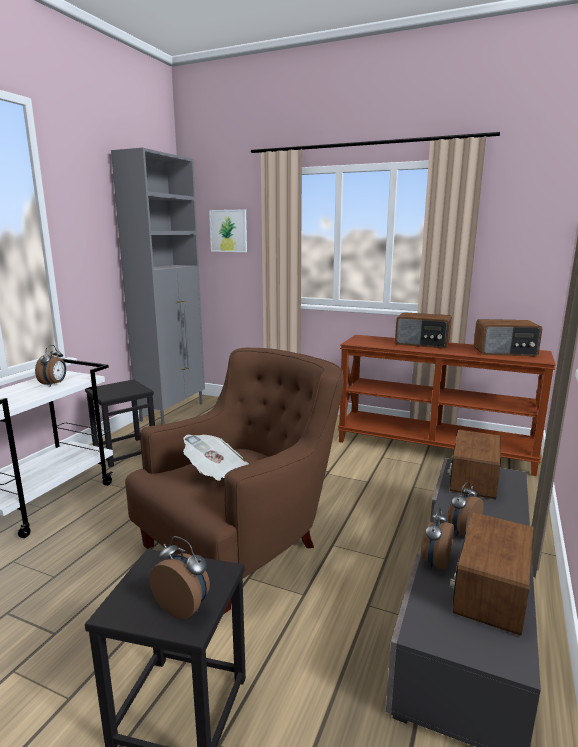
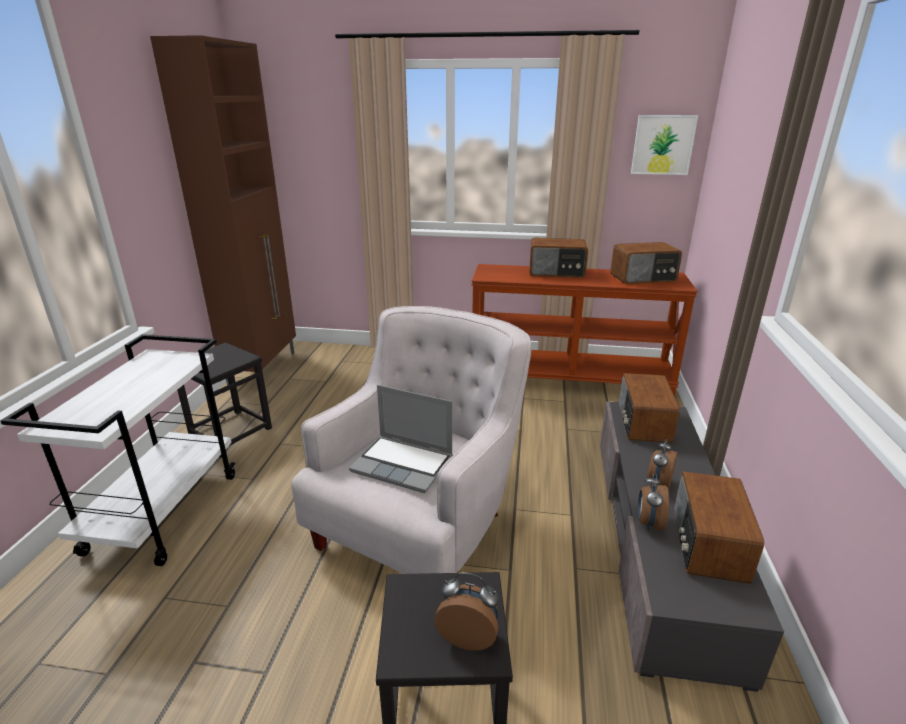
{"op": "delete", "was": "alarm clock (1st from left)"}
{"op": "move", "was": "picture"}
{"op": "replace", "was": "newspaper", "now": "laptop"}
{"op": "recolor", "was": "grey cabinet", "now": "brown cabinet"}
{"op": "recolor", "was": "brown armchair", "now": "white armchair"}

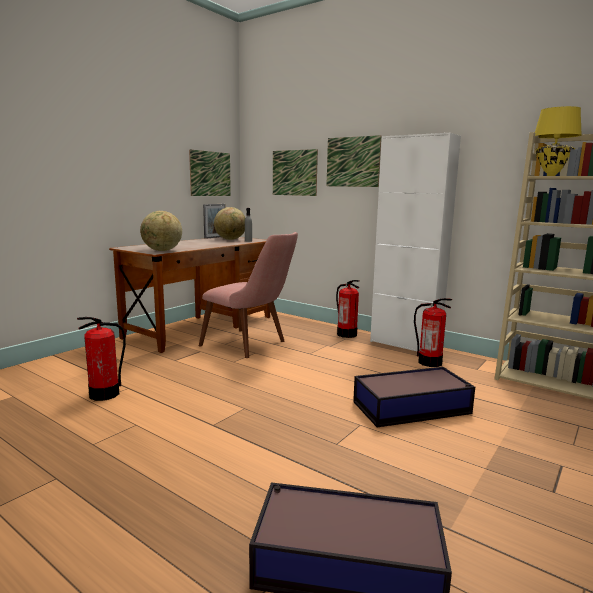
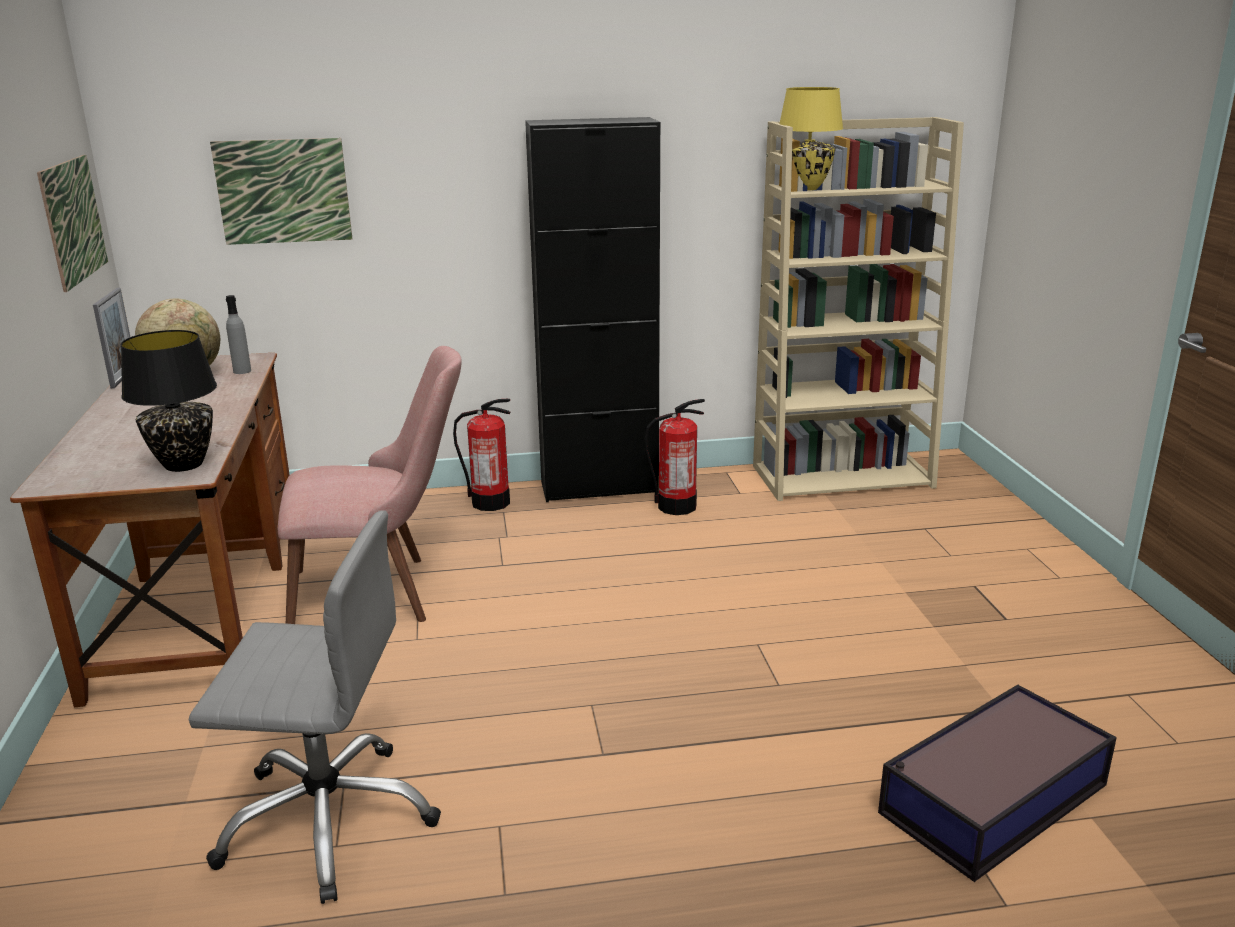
{"op": "delete", "was": "picture (3rd from left)"}
{"op": "delete", "was": "storage box (2nd from left)"}
{"op": "replace", "was": "fire extinguisher (1st from left)", "now": "grey office chair"}
{"op": "replace", "was": "globe (1st from left)", "now": "black table lamp"}
{"op": "recolor", "was": "white cabinet", "now": "black cabinet"}

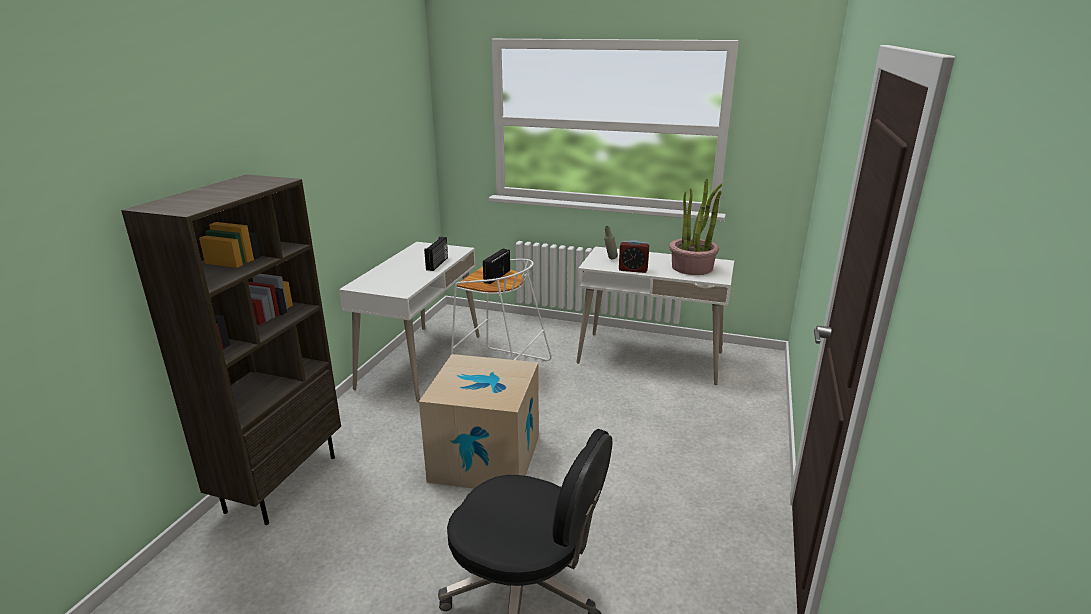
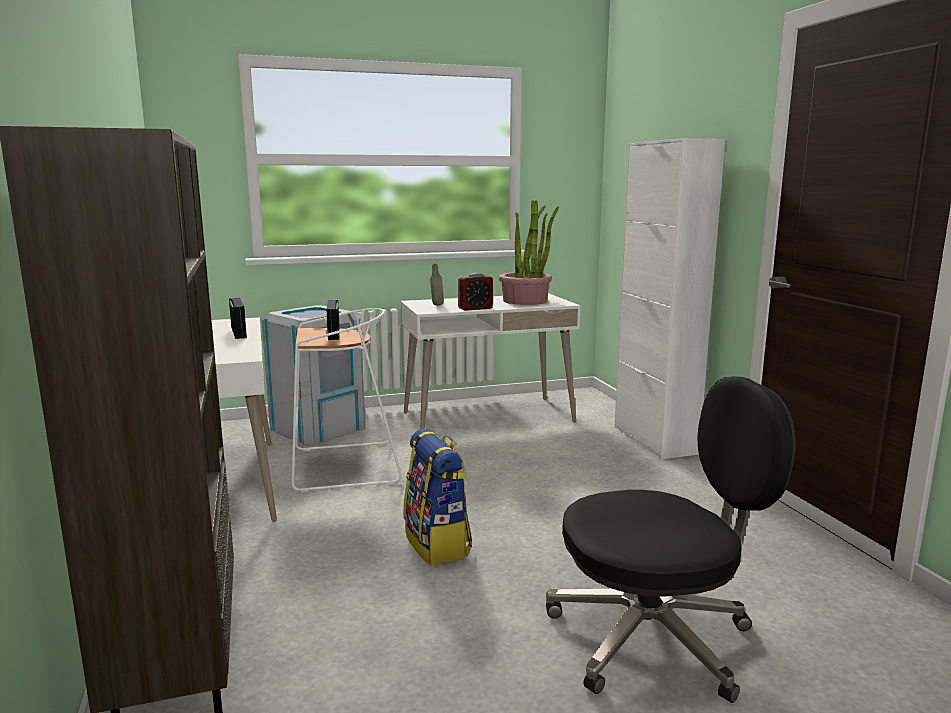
{"op": "insert", "now": "grey trash can"}
{"op": "insert", "now": "white cabinet"}
{"op": "replace", "was": "cardboard box", "now": "backpack"}

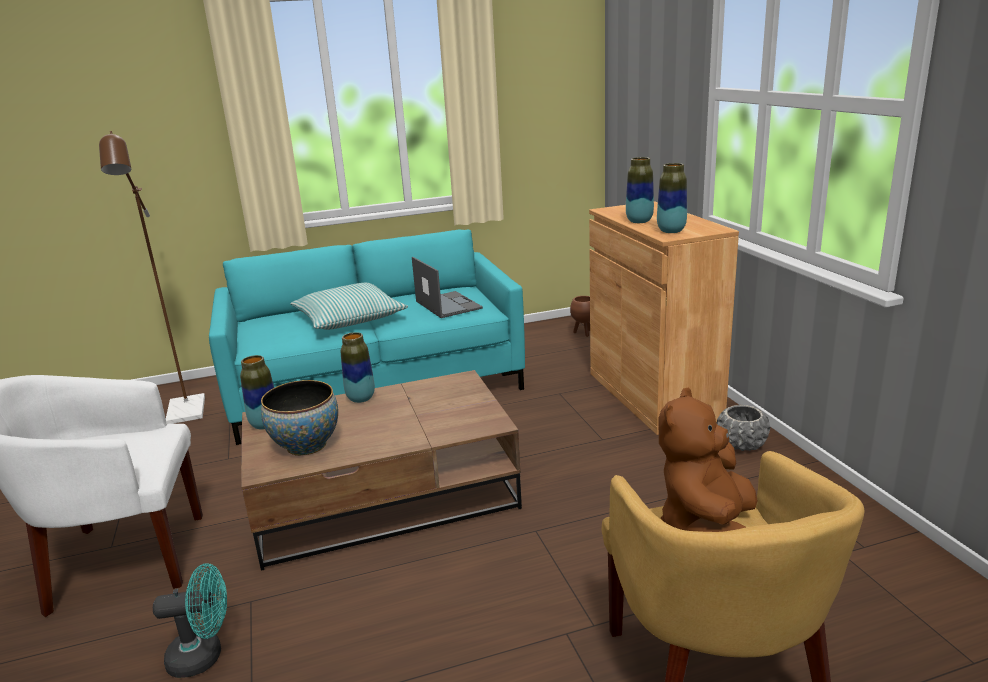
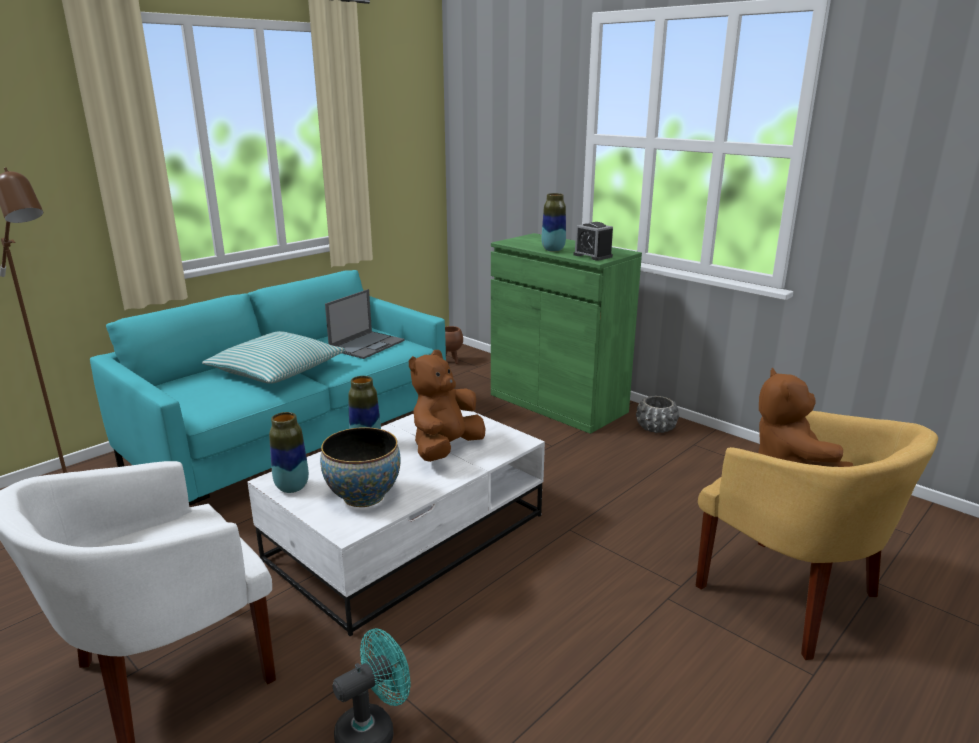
{"op": "insert", "now": "brown plush toy (1st from left)"}
{"op": "replace", "was": "vase (4th from left)", "now": "alarm clock"}
{"op": "recolor", "was": "brown coffee table", "now": "white coffee table"}
{"op": "recolor", "was": "brown cabinet", "now": "green cabinet"}
{"op": "rotate", "was": "laptop", "clockwise": 90}

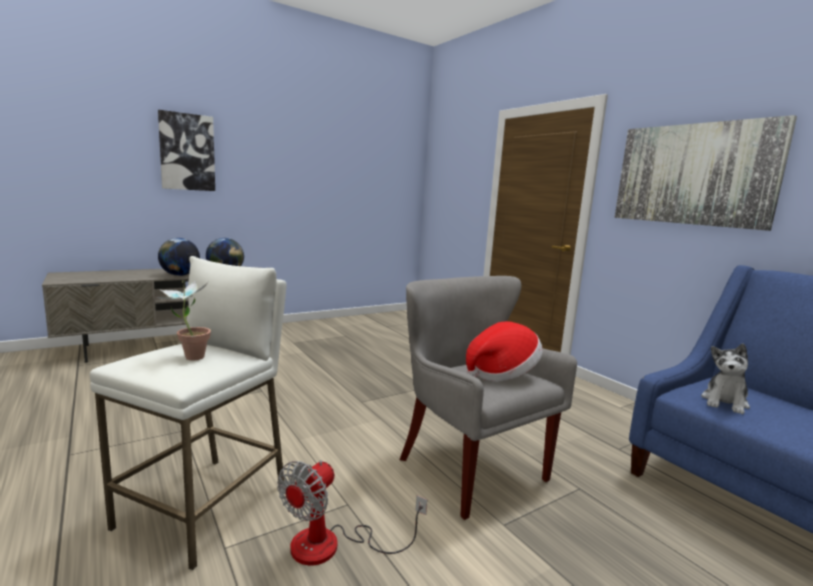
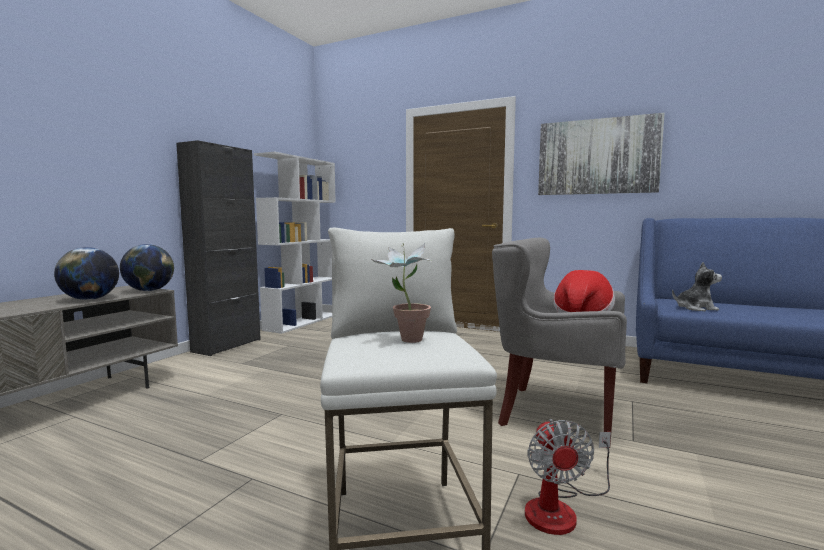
{"op": "delete", "was": "picture (1st from left)"}
{"op": "insert", "now": "black cabinet"}
{"op": "insert", "now": "white bookcase"}
{"op": "rotate", "was": "plush toy", "clockwise": -90}

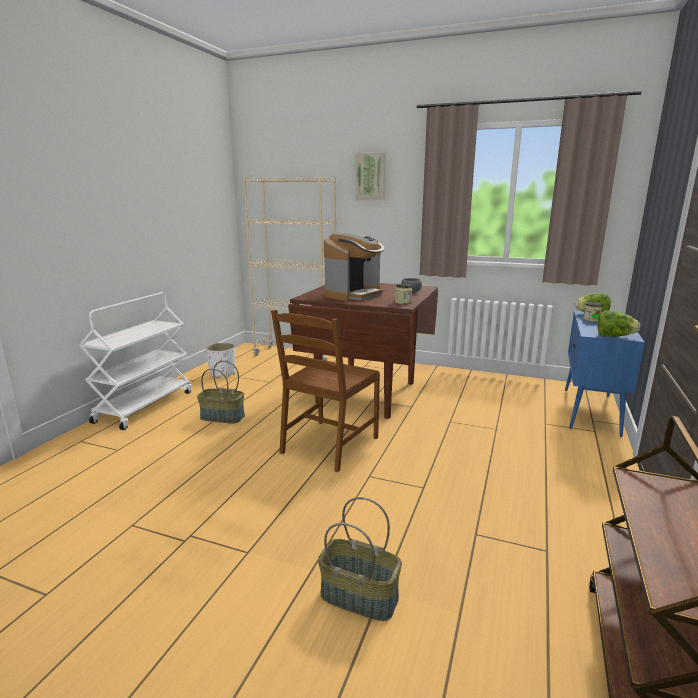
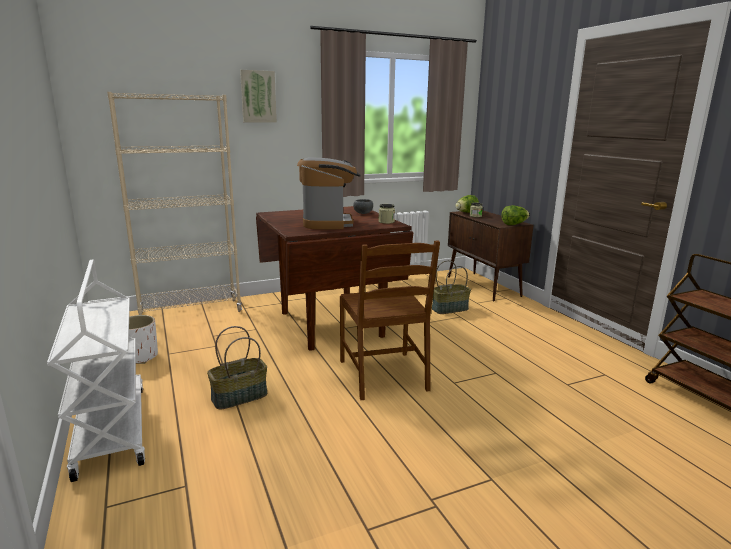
{"op": "move", "was": "basket (2nd from left)"}
{"op": "recolor", "was": "blue cabinet", "now": "brown cabinet"}

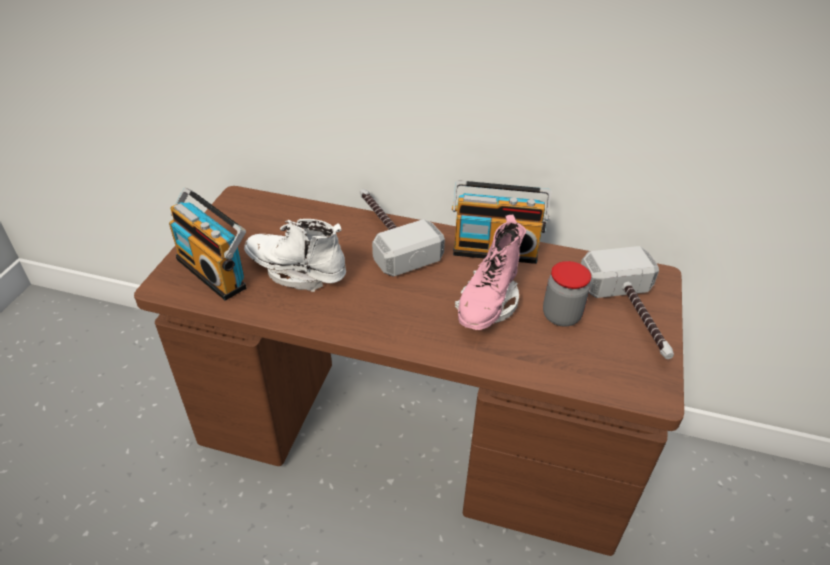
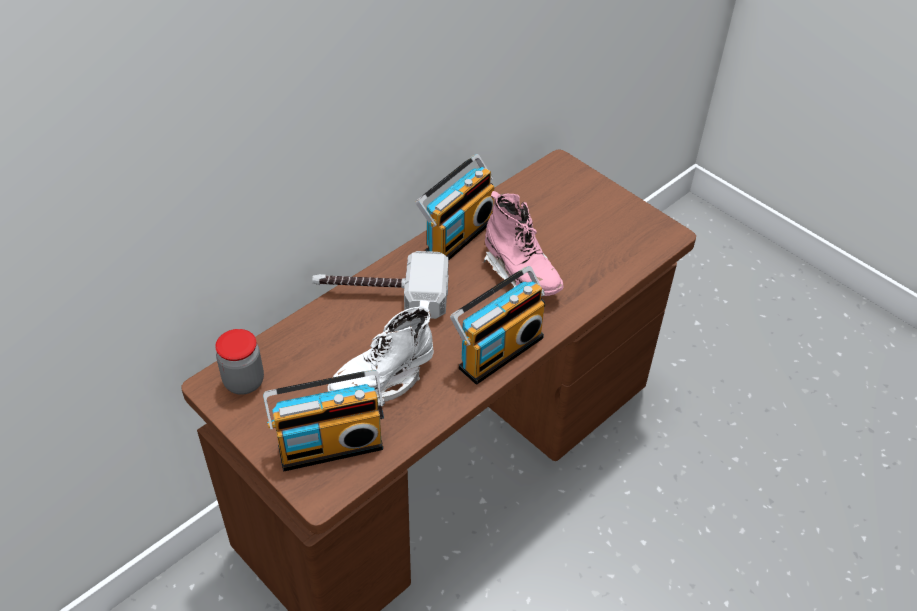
{"op": "delete", "was": "hammer (2nd from left)"}
{"op": "insert", "now": "radio (3rd from left)"}
{"op": "move", "was": "jar"}

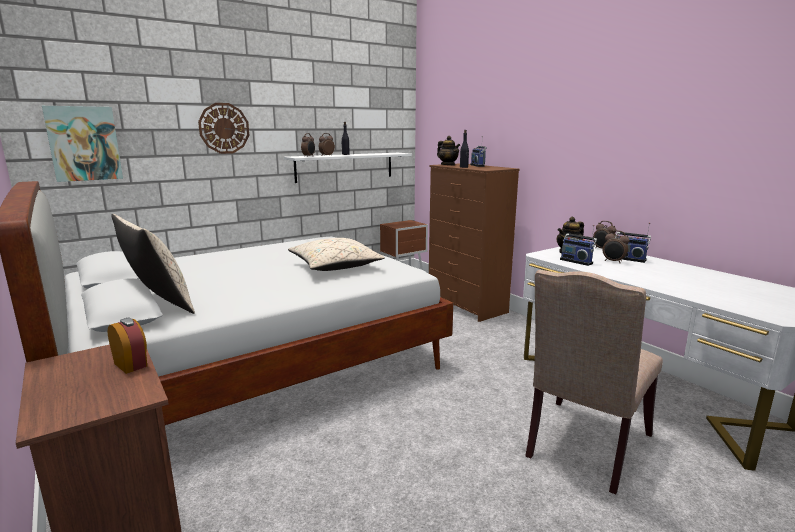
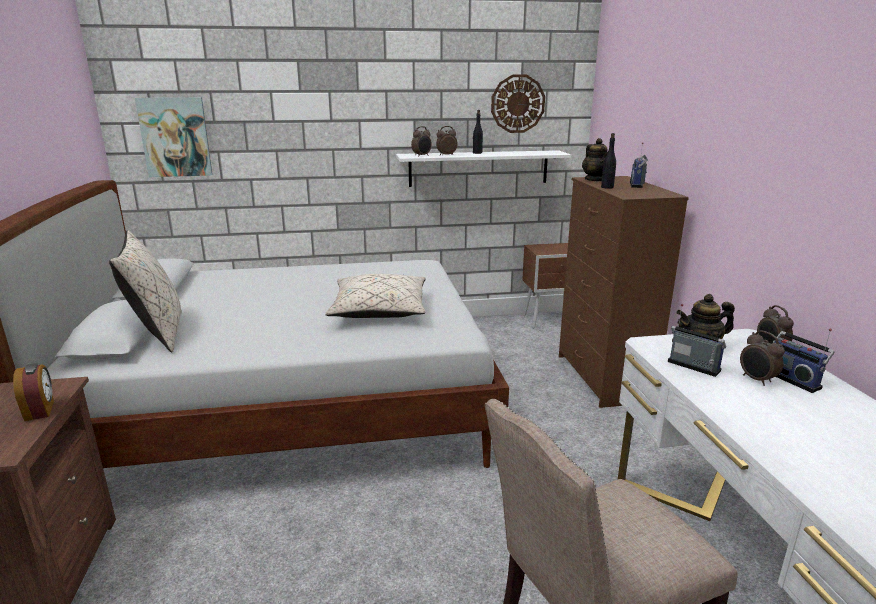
{"op": "move", "was": "wall clock"}
{"op": "rotate", "was": "radio (2nd from left)", "clockwise": 150}

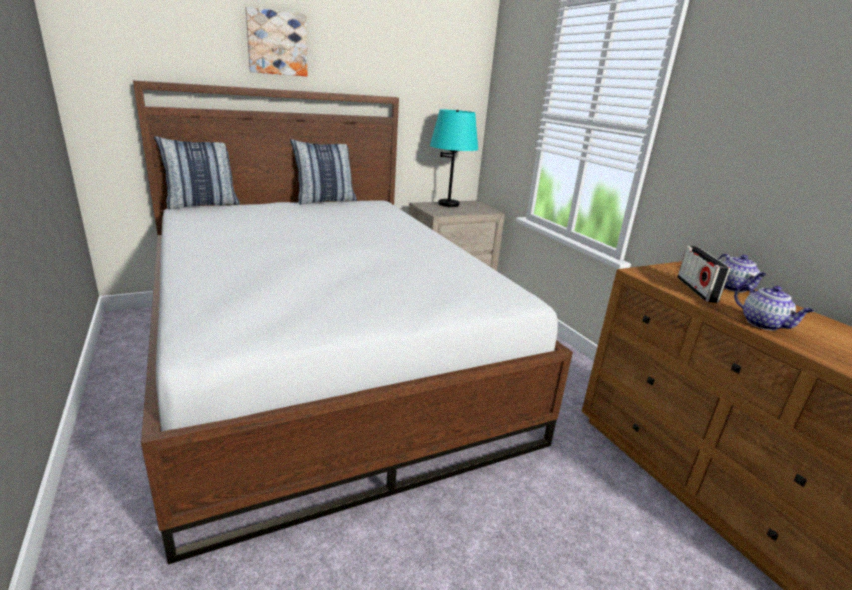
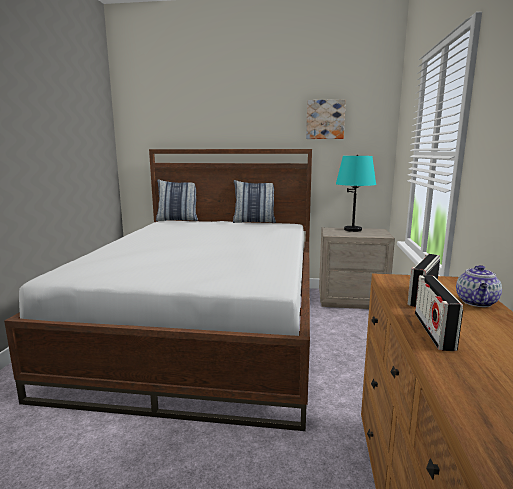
{"op": "move", "was": "picture"}
{"op": "replace", "was": "teapot (2nd from left)", "now": "radio (2nd from left)"}

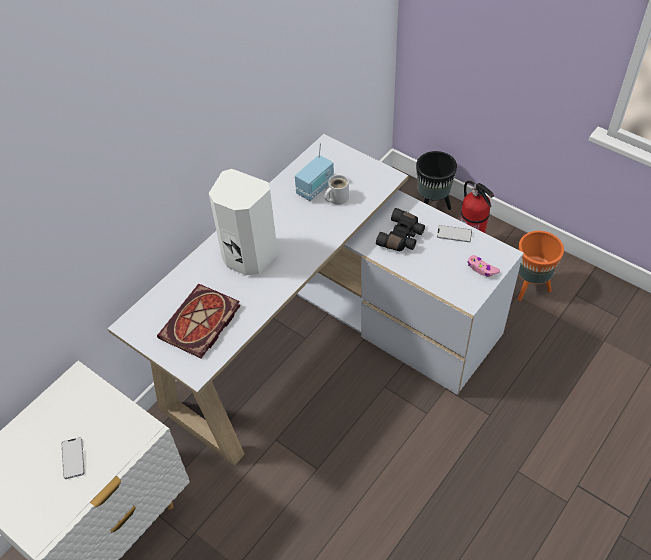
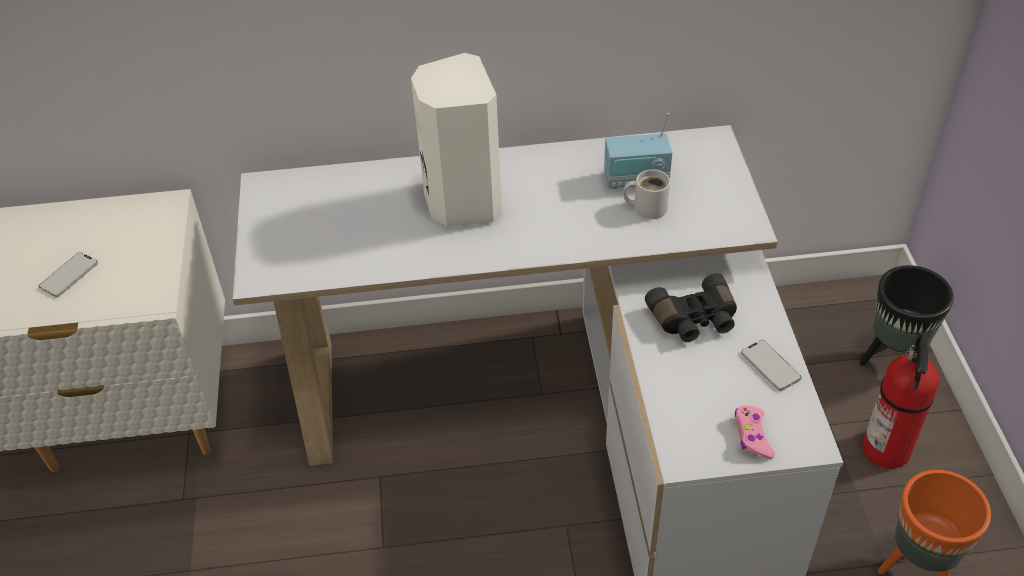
{"op": "delete", "was": "book"}

